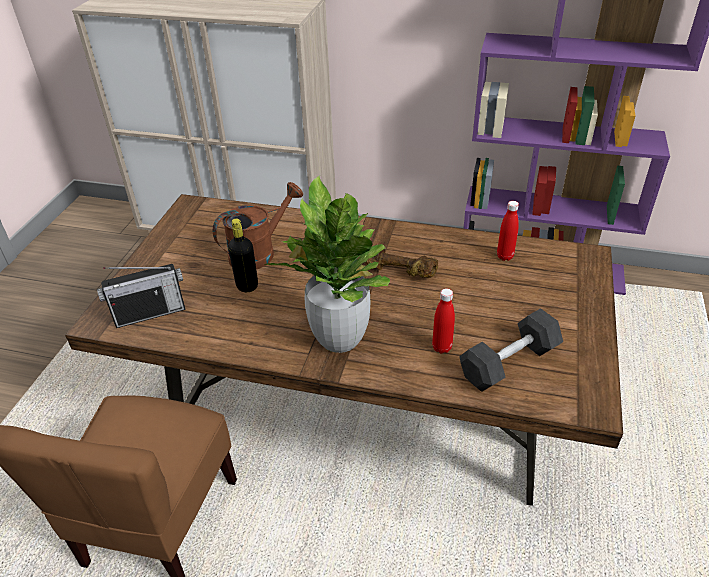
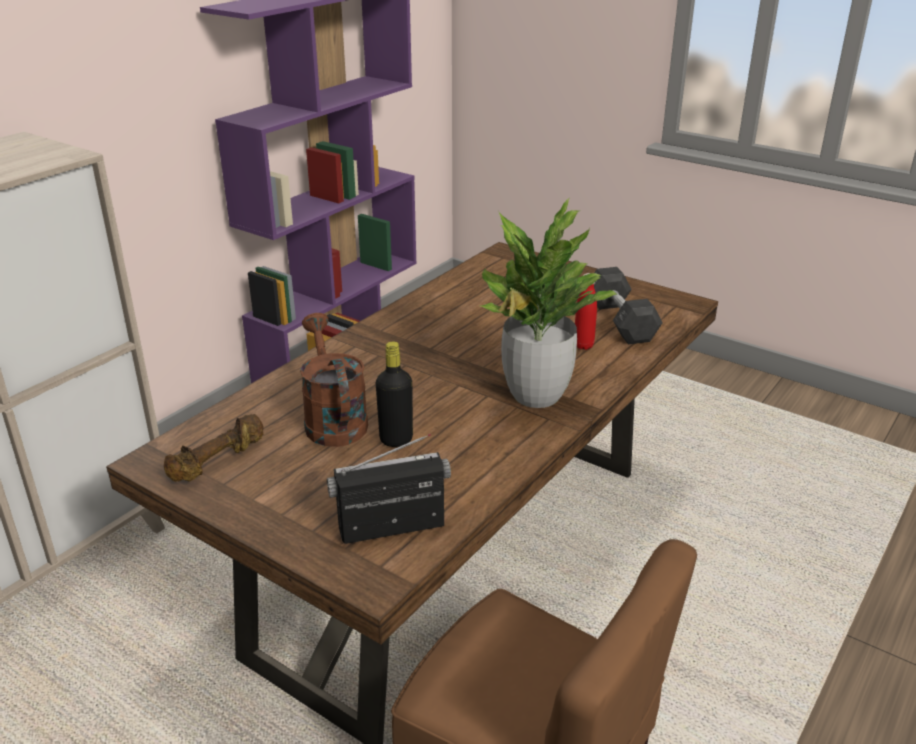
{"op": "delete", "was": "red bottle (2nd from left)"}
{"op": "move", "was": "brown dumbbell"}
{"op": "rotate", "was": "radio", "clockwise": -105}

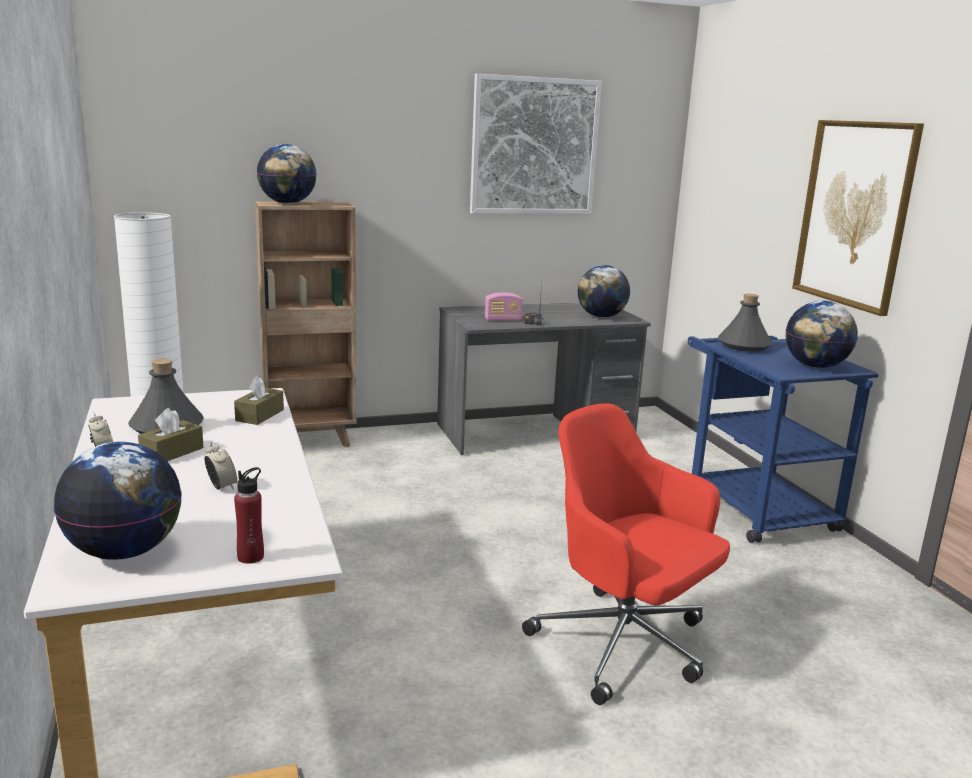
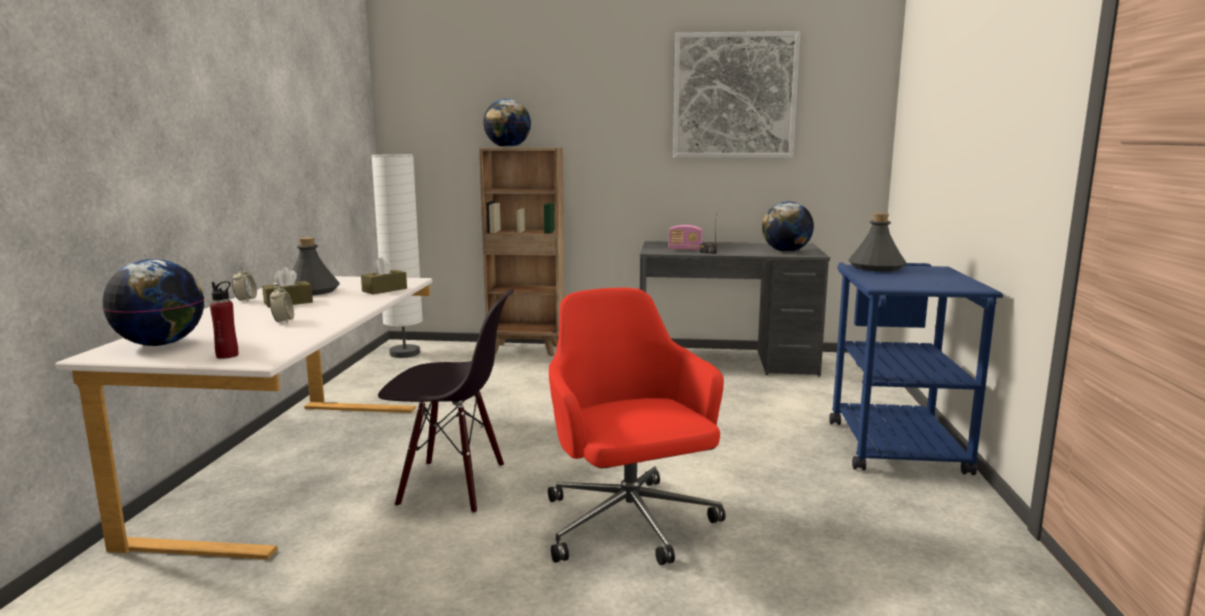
{"op": "delete", "was": "globe (4th from left)"}
{"op": "delete", "was": "picture (2nd from left)"}
{"op": "insert", "now": "black chair"}

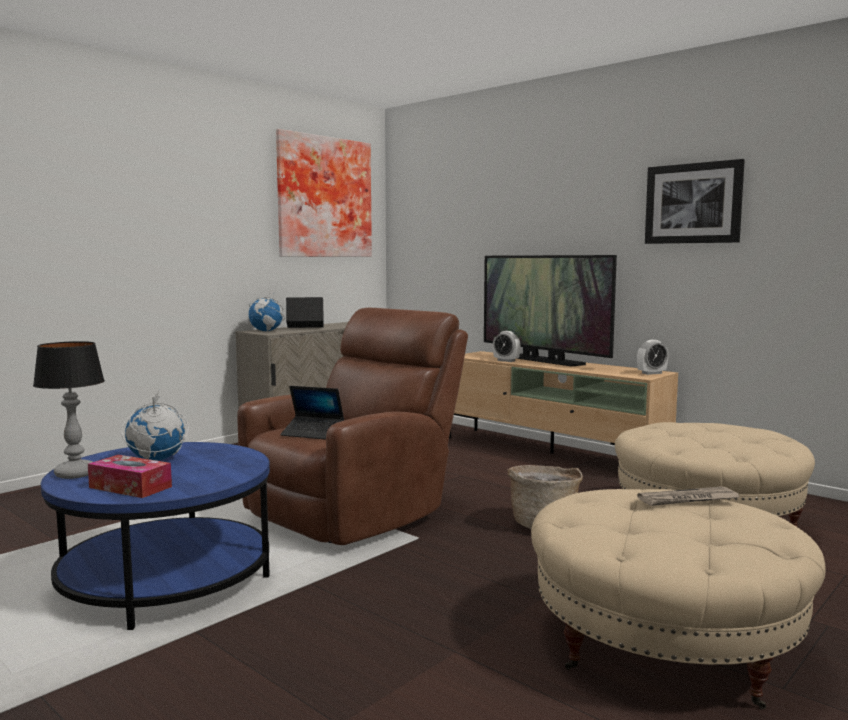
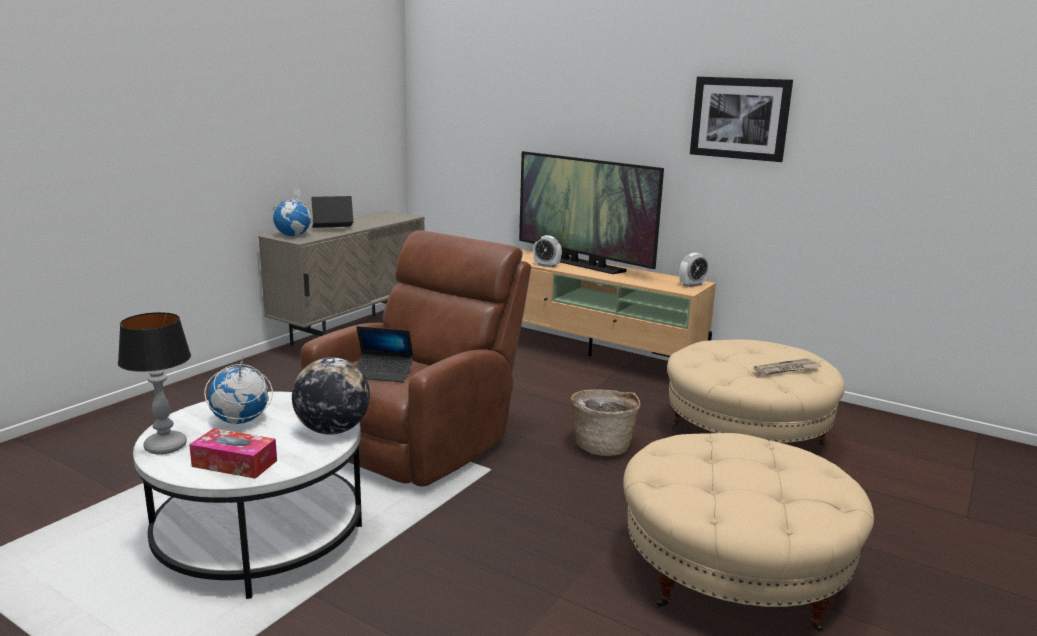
{"op": "delete", "was": "picture (1st from left)"}
{"op": "insert", "now": "globe (3rd from left)"}
{"op": "move", "was": "newspaper"}
{"op": "recolor", "was": "blue coffee table", "now": "white coffee table"}

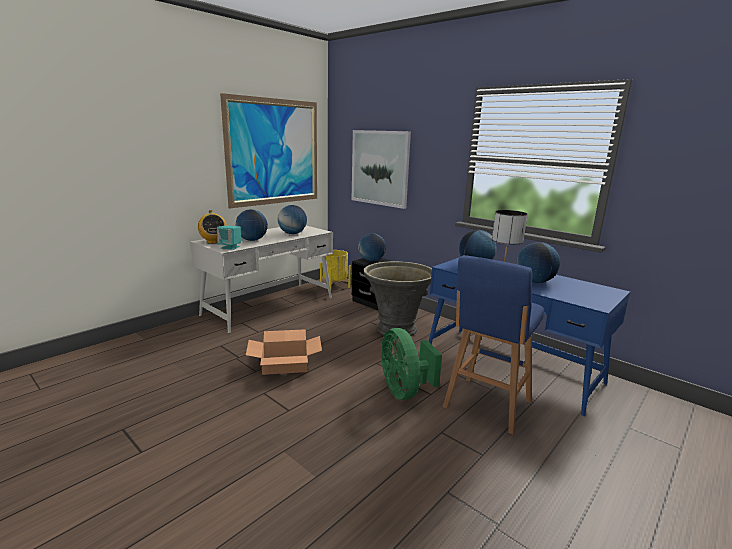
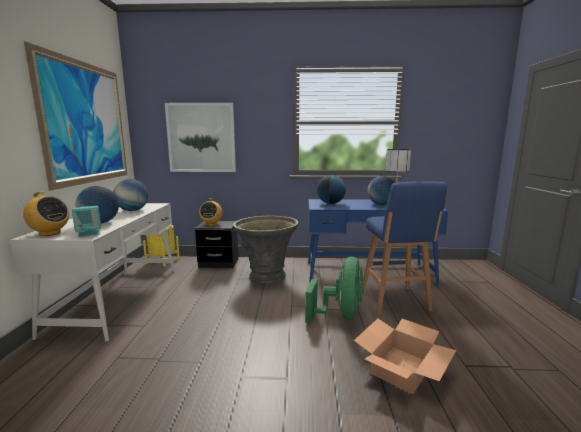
{"op": "move", "was": "cardboard box"}
{"op": "replace", "was": "globe (3rd from left)", "now": "radio (2nd from left)"}
{"op": "rotate", "was": "green fan", "clockwise": -105}

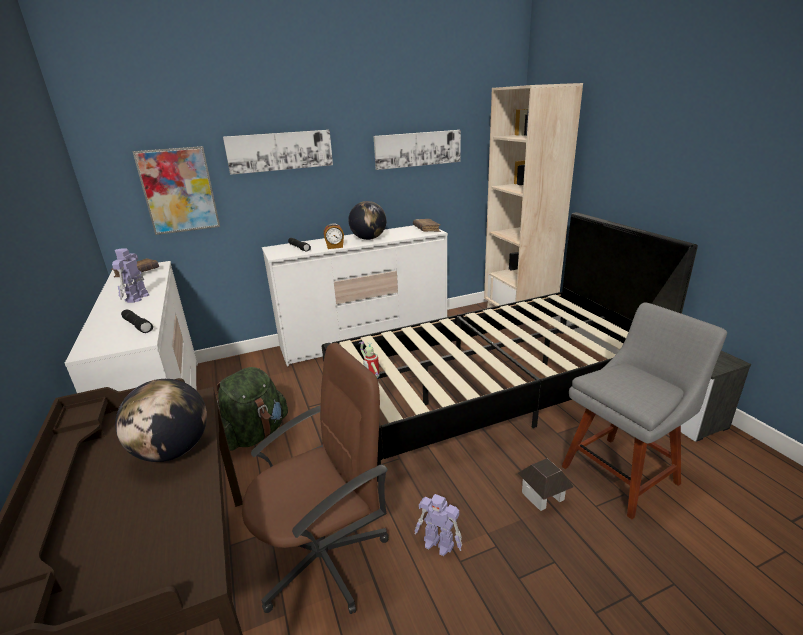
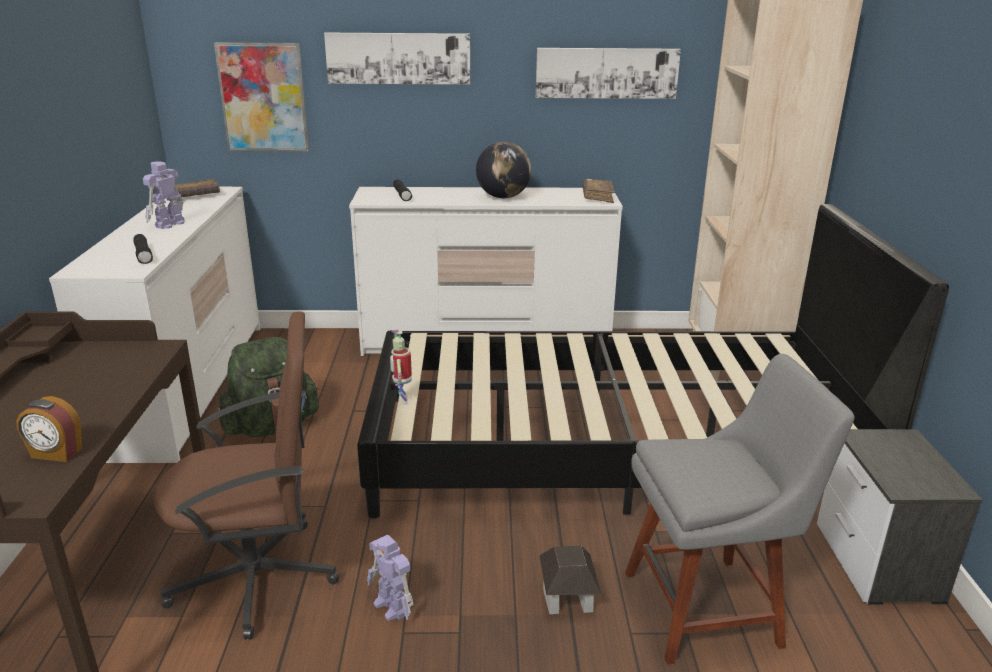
{"op": "delete", "was": "globe (1st from left)"}
{"op": "move", "was": "alarm clock"}

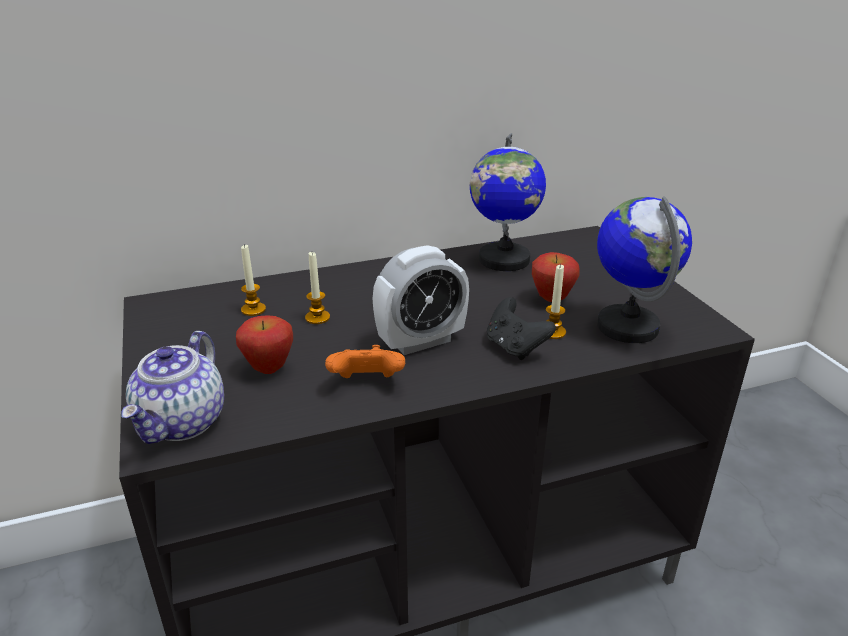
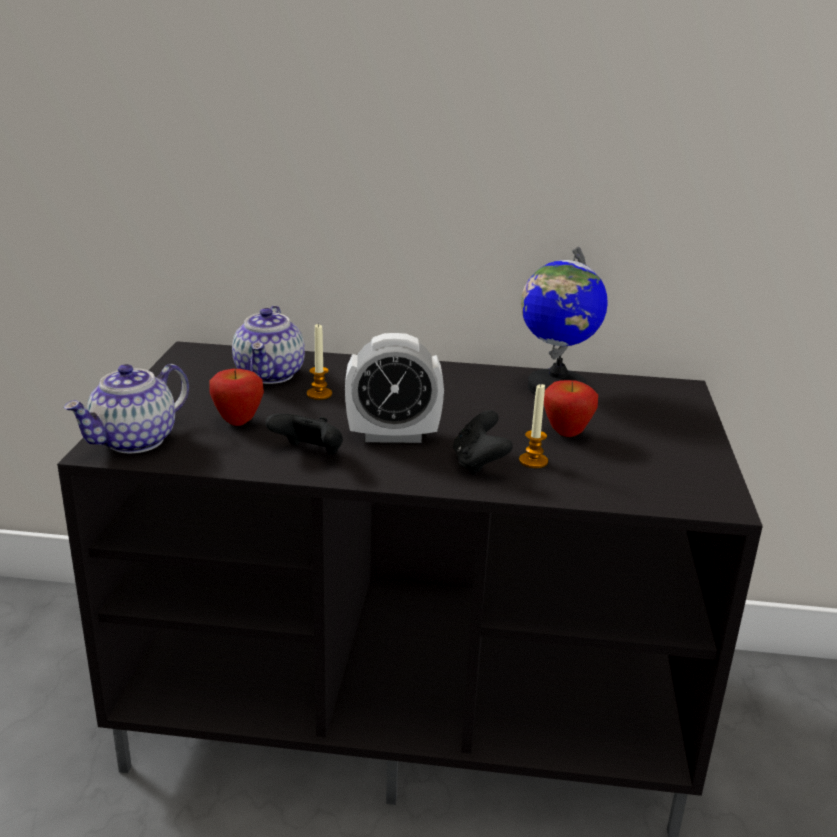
{"op": "delete", "was": "globe (2nd from left)"}
{"op": "replace", "was": "candle (1st from left)", "now": "teapot (2nd from left)"}
{"op": "recolor", "was": "orange game controller", "now": "black game controller (1st from left)"}

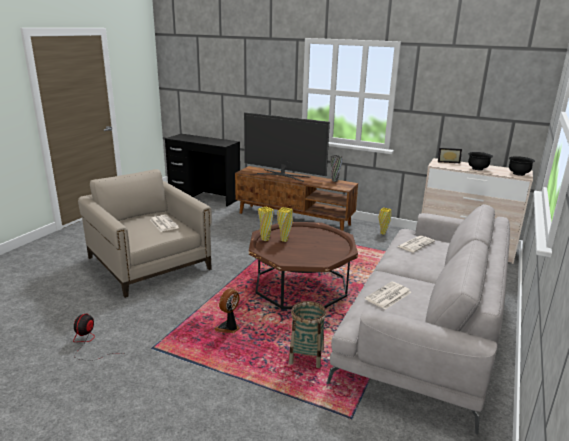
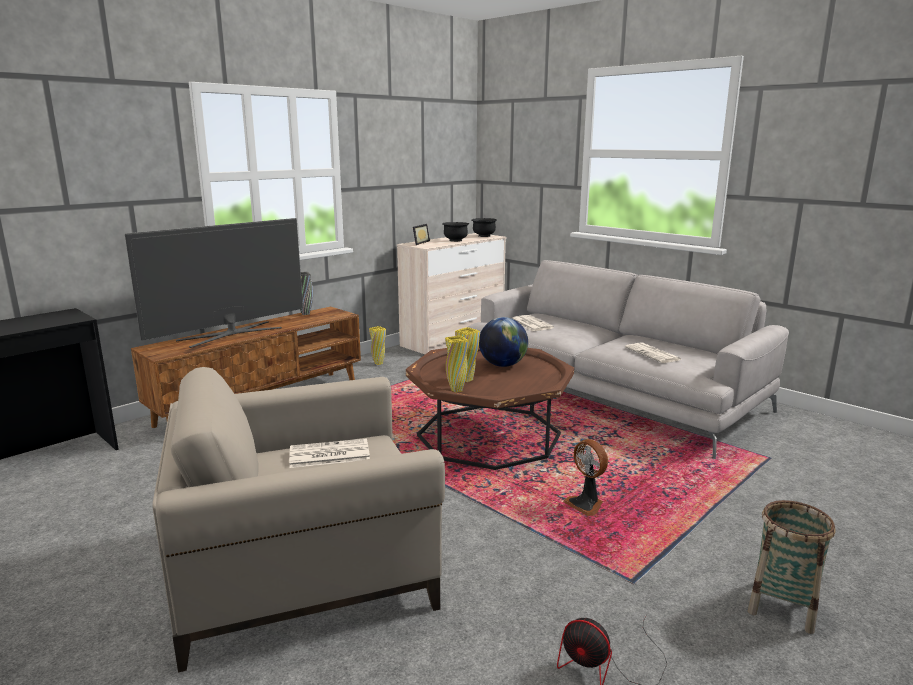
{"op": "insert", "now": "globe"}
{"op": "move", "was": "basket"}

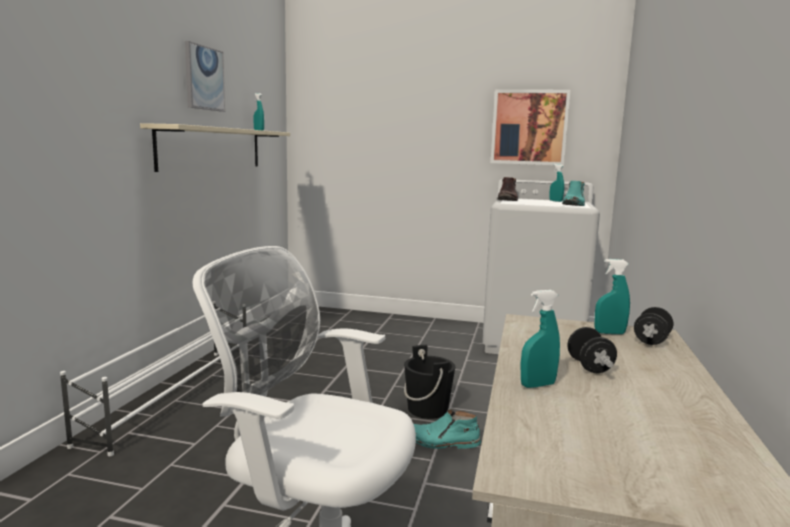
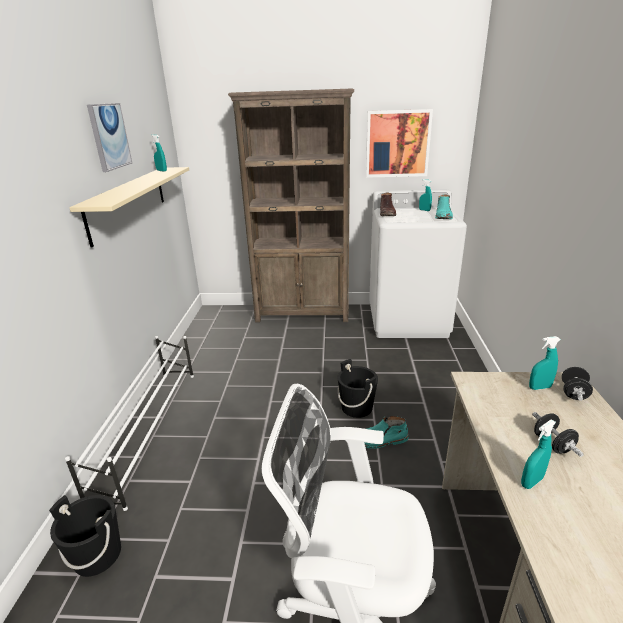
{"op": "insert", "now": "black bucket (1st from left)"}
{"op": "insert", "now": "brown bookcase"}

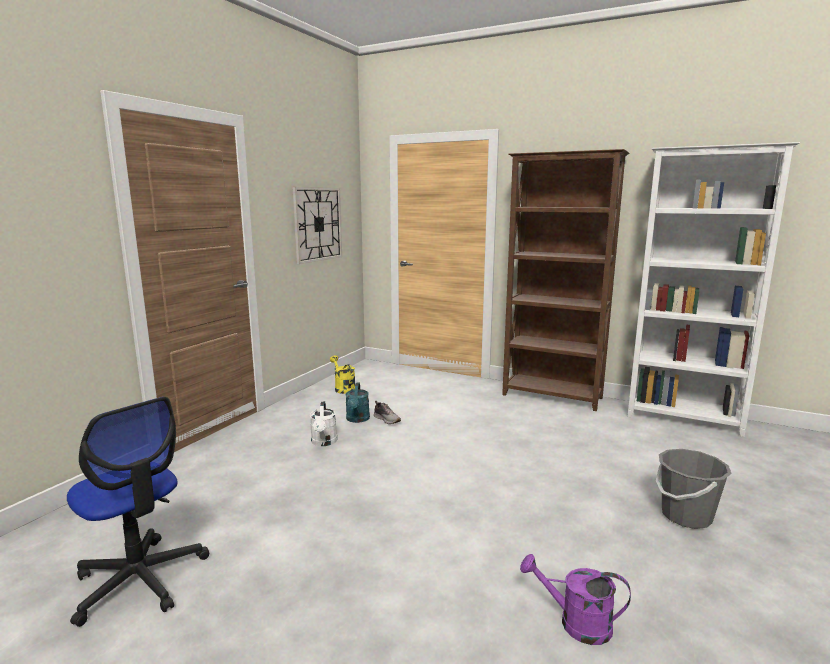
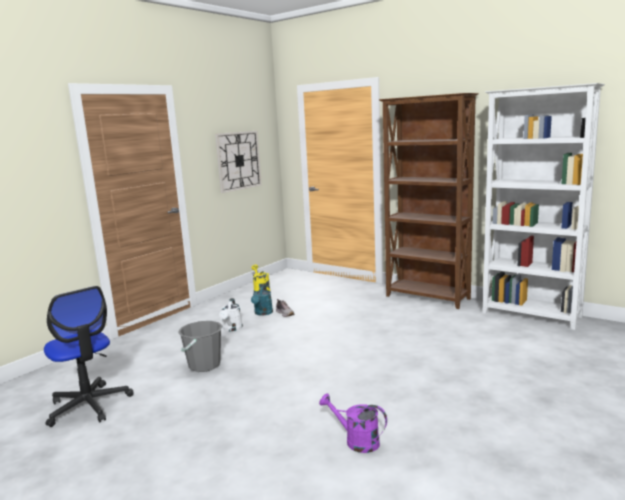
{"op": "move", "was": "grey bucket"}

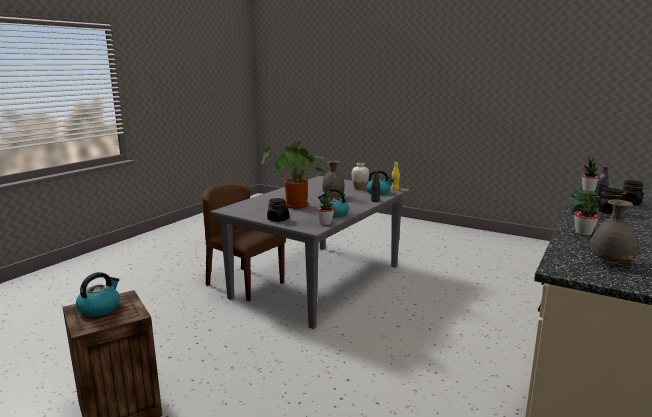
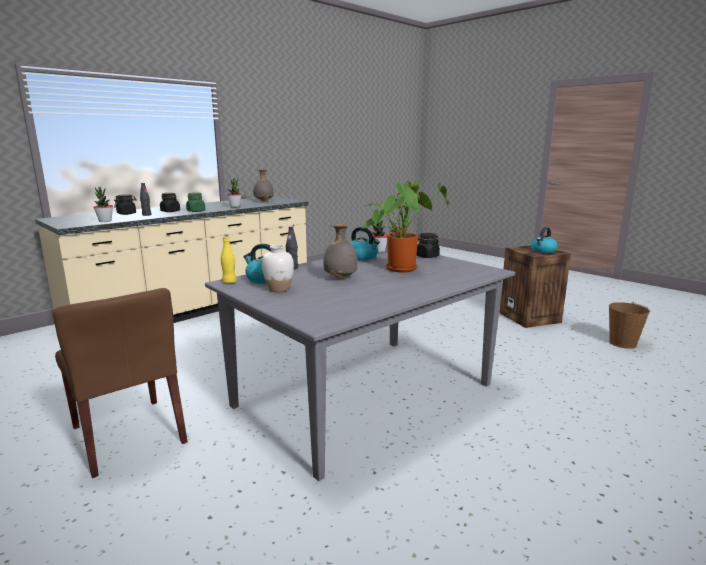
{"op": "insert", "now": "brown bucket"}
{"op": "move", "was": "brown chair"}

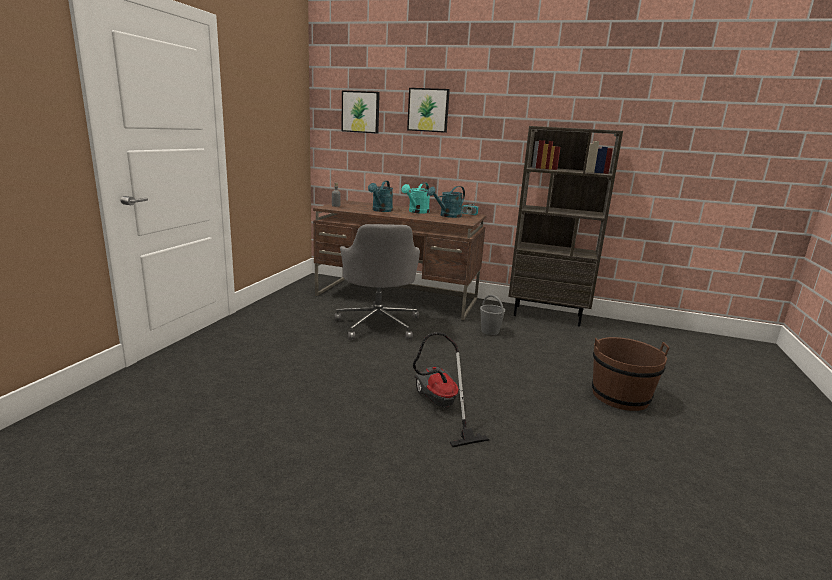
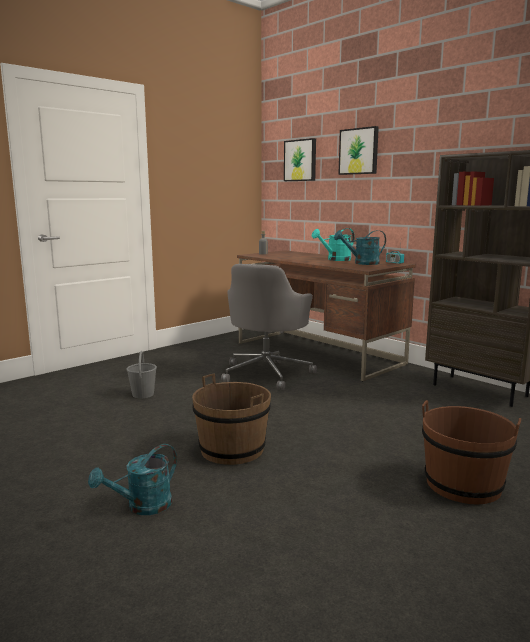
{"op": "move", "was": "turquoise watering can (1st from left)"}
{"op": "move", "was": "grey bucket"}
{"op": "replace", "was": "vacuum cleaner", "now": "brown bucket (1st from left)"}

